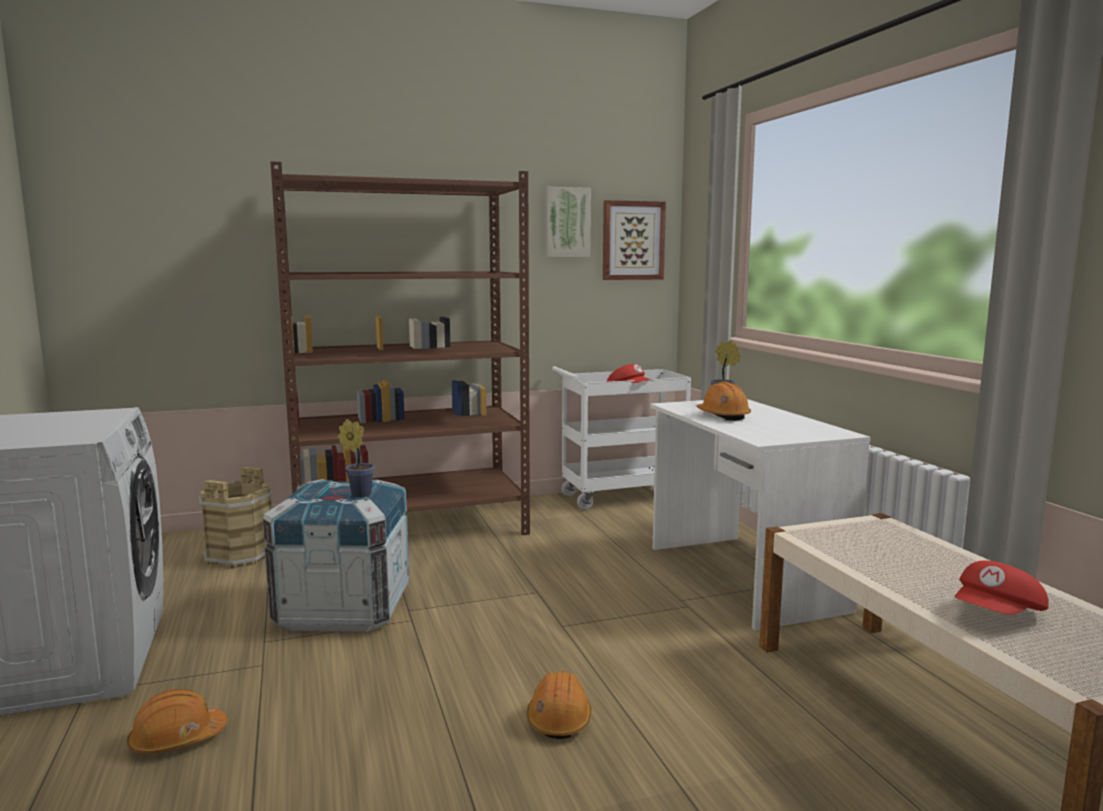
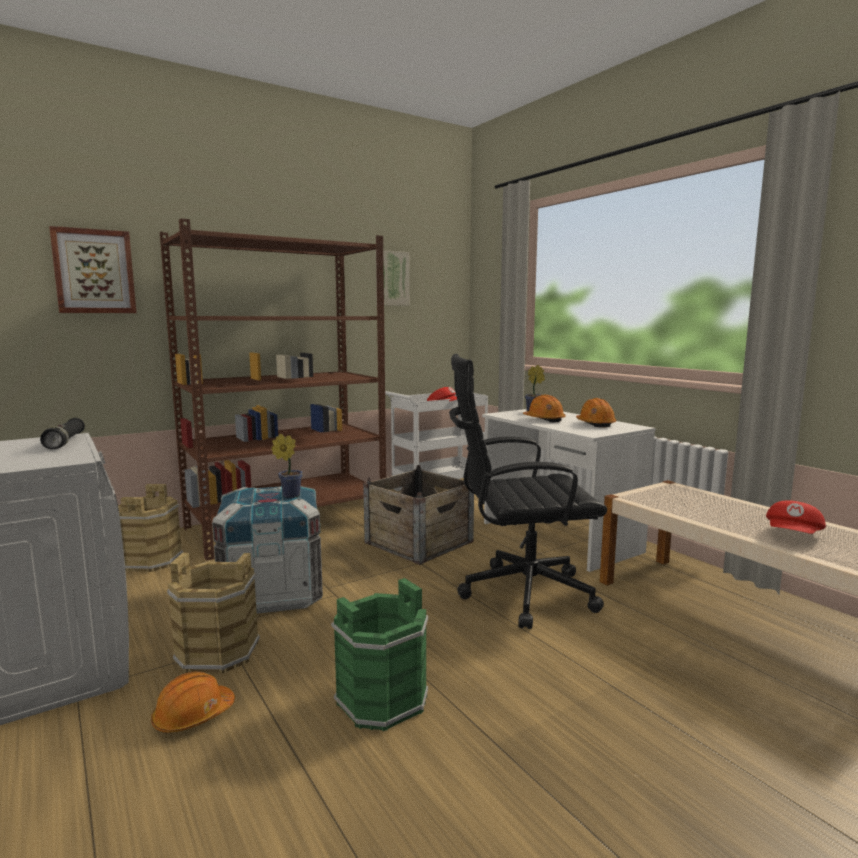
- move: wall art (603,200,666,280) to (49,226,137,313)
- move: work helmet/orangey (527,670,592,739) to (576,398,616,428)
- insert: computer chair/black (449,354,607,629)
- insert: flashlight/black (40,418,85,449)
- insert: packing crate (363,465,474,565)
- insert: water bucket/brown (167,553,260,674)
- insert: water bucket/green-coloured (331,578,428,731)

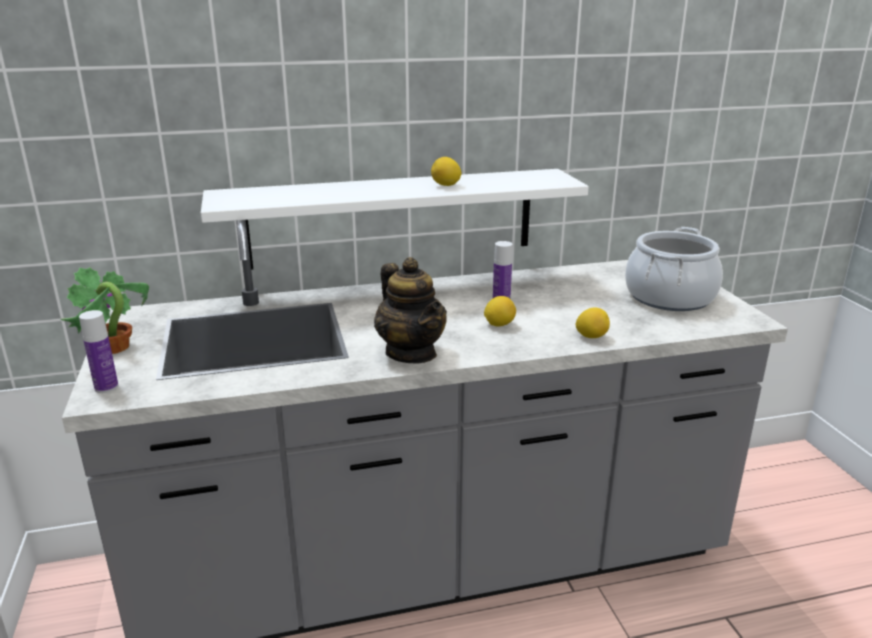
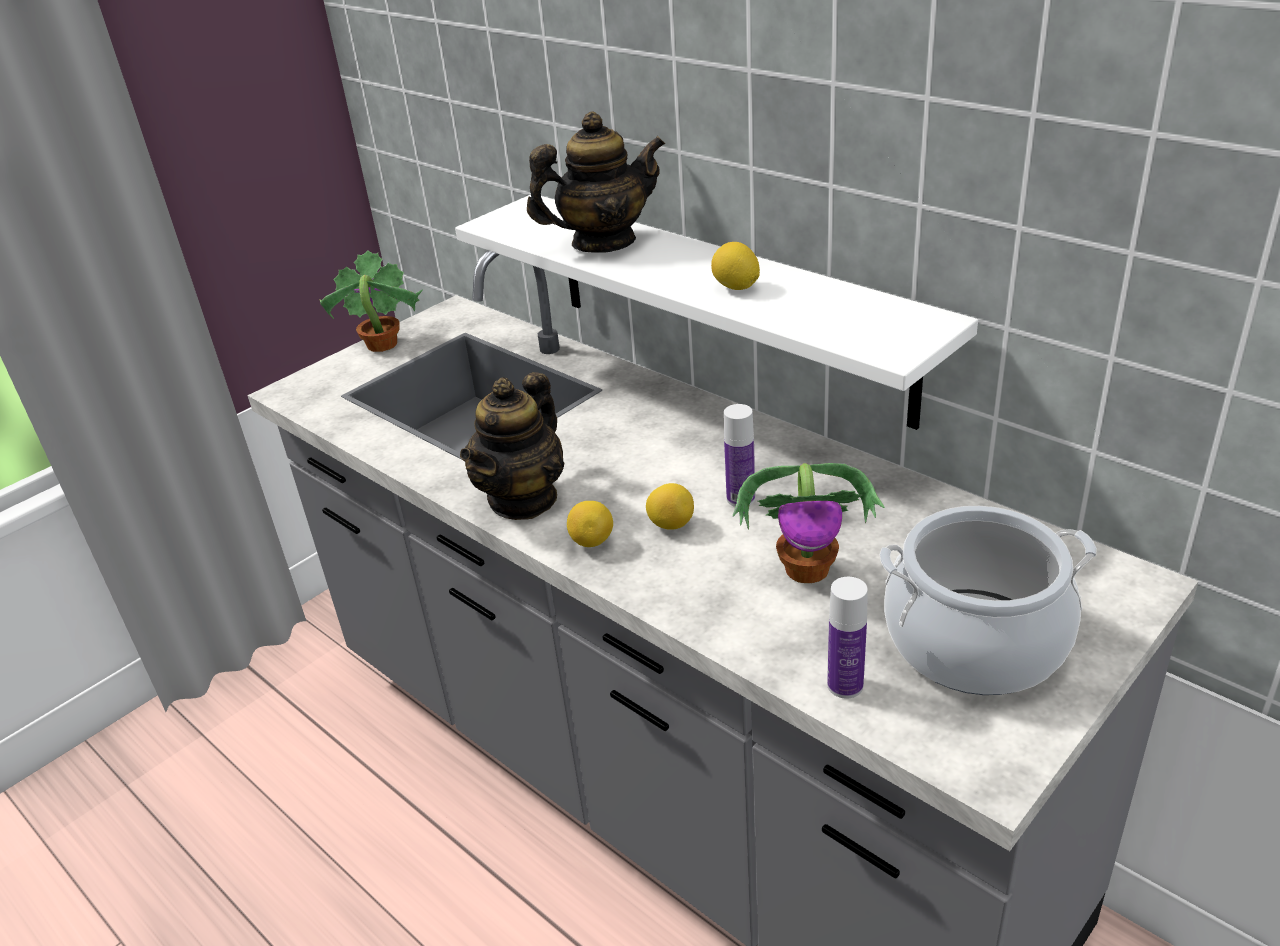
- move: citrus fruit (575,307,610,338) to (567,501,613,547)
- move: beverage bottle (79,310,118,393) to (827,577,868,699)
- insert: teapot (527,111,665,253)
- insert: plant in a pot (733,463,885,583)

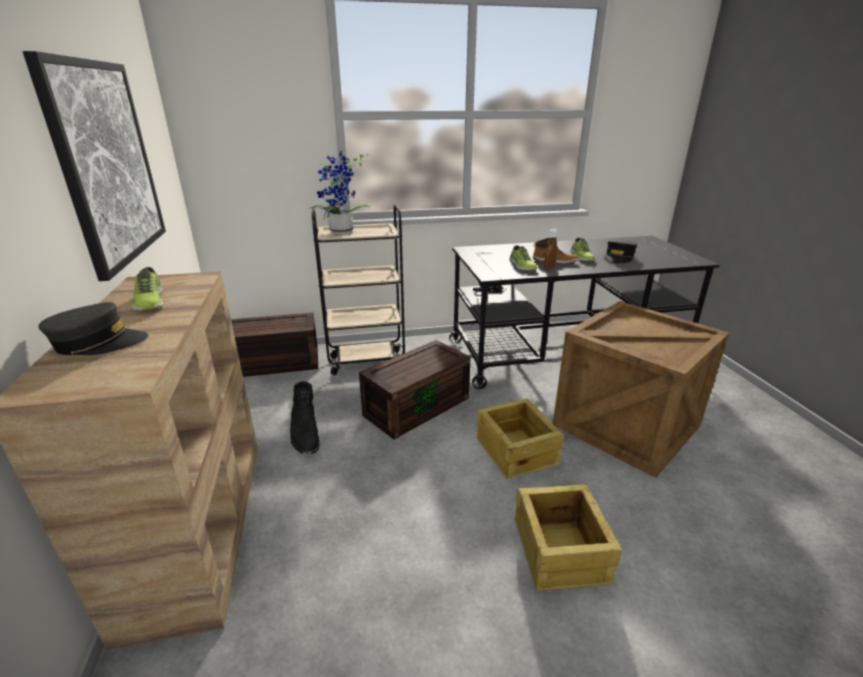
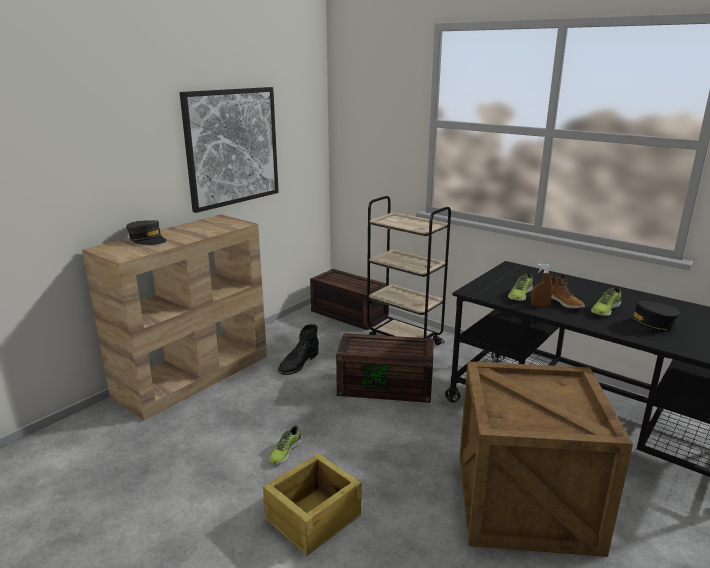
- delete: plant in a pot (309,150,379,234)
- move: low shoe (132,267,164,311) to (269,426,302,464)
- delete: packing crate (477,398,564,479)

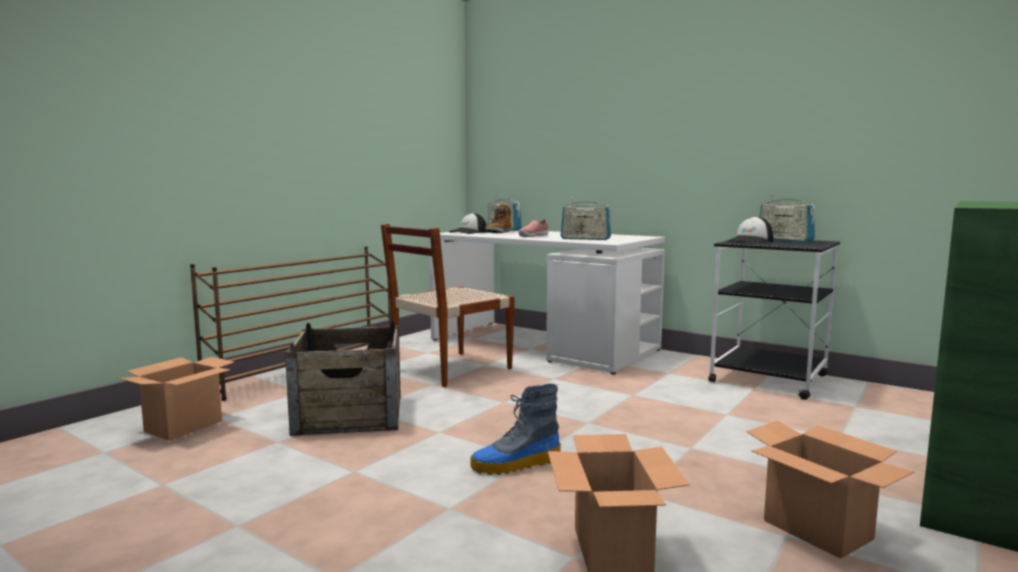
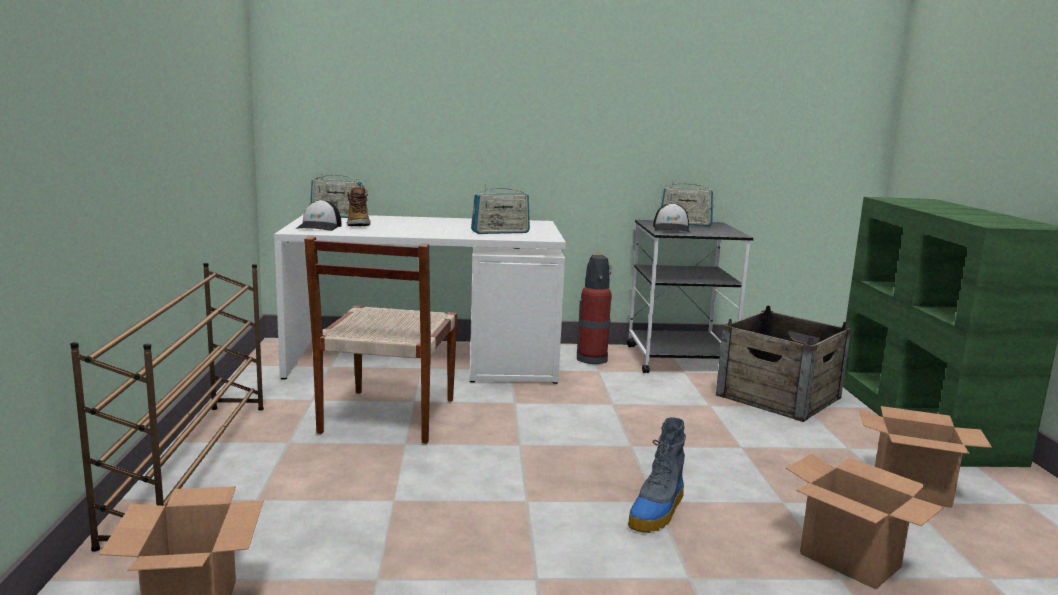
- delete: low shoe/pinkish (519,219,548,237)
- move: packing crate (285,321,401,436) to (716,306,851,422)
- insert: extinguisher (577,254,612,364)

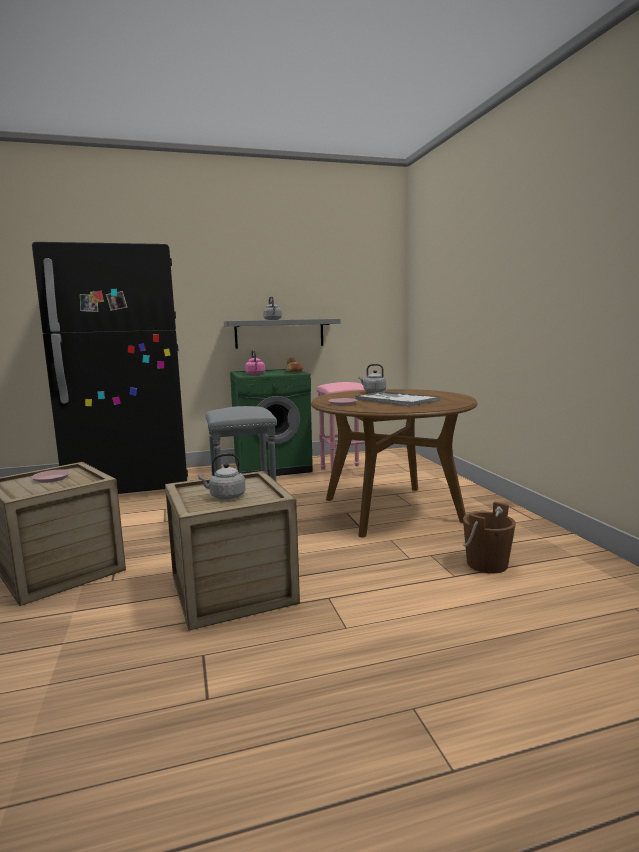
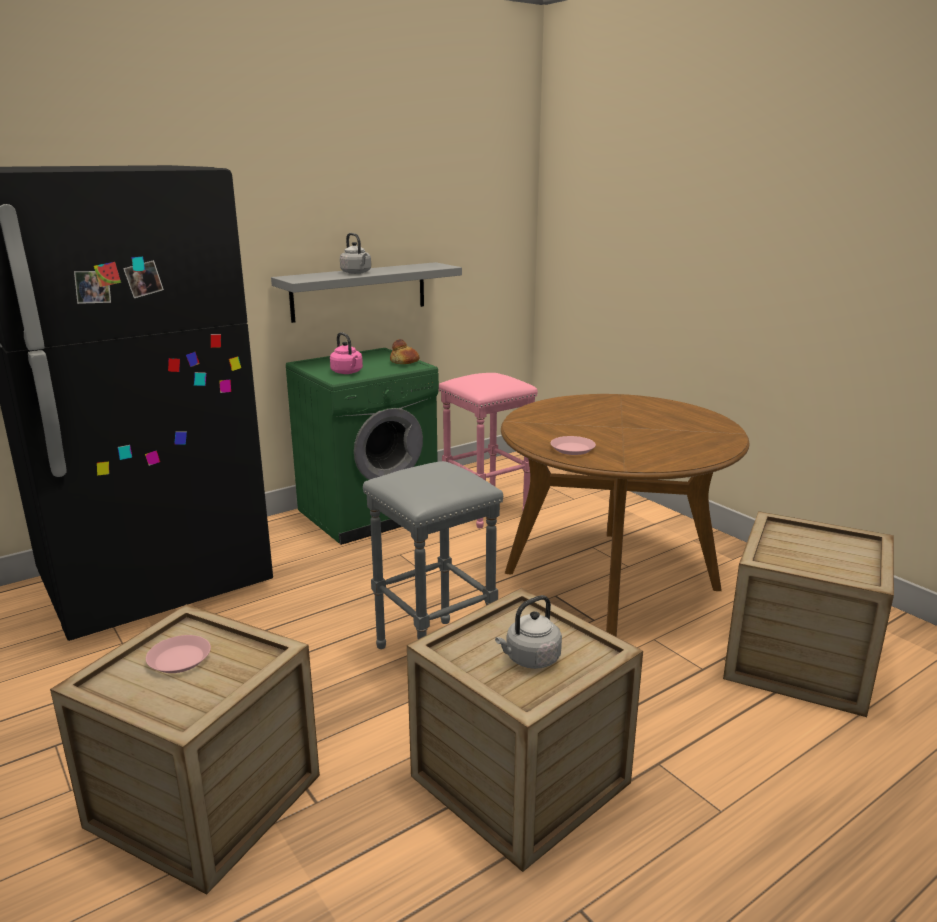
- delete: tea kettle/gray (358,364,386,393)
- delete: serving tray (355,391,440,407)
- replace: water bucket/brown (463,502,516,574) to packing crate (723,511,894,717)

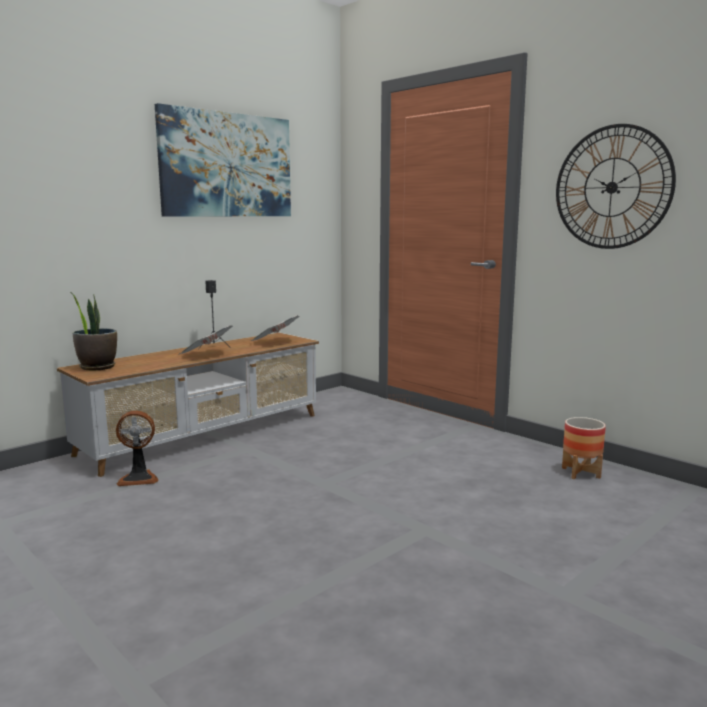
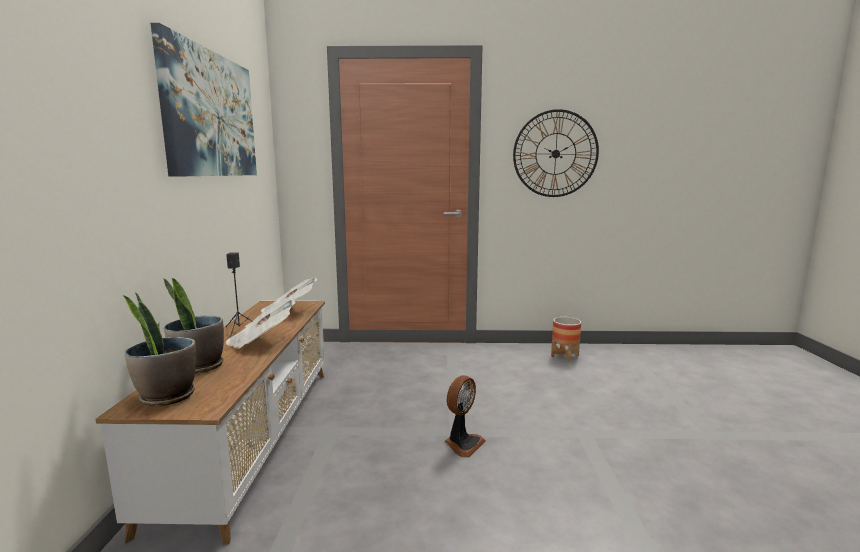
- move: electric fan (116,411,159,486) to (445,375,486,457)
- insert: plant in a pot (164,278,224,374)

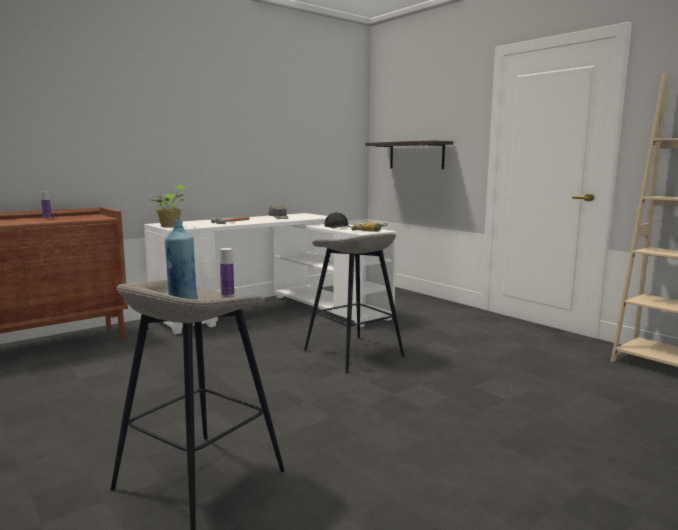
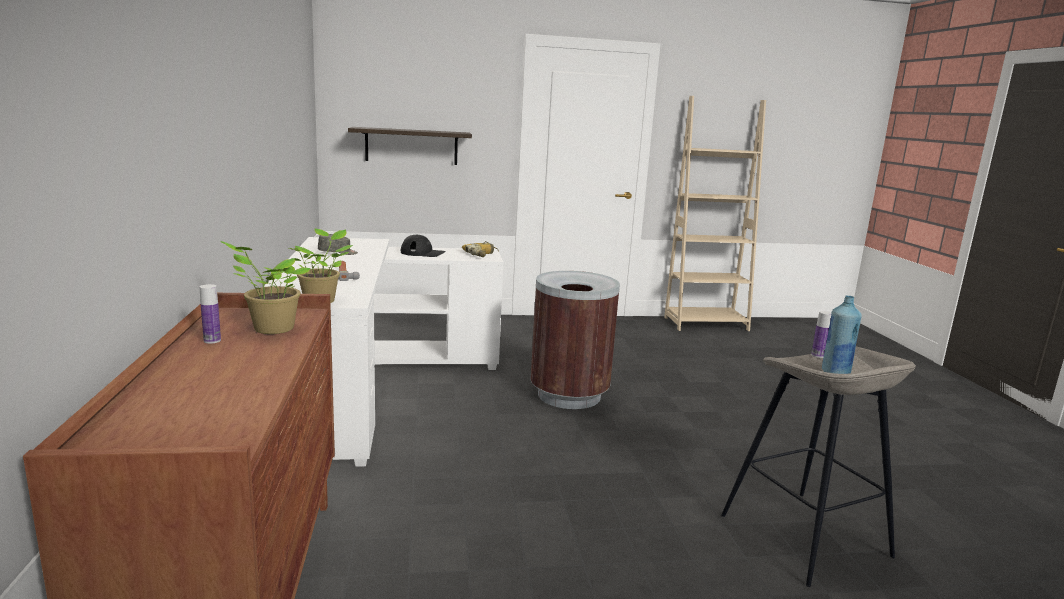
- replace: sitting stool/gray (304,233,404,373) to rubbish bin/brown (530,271,620,409)
- insert: plant in a pot (220,241,311,334)

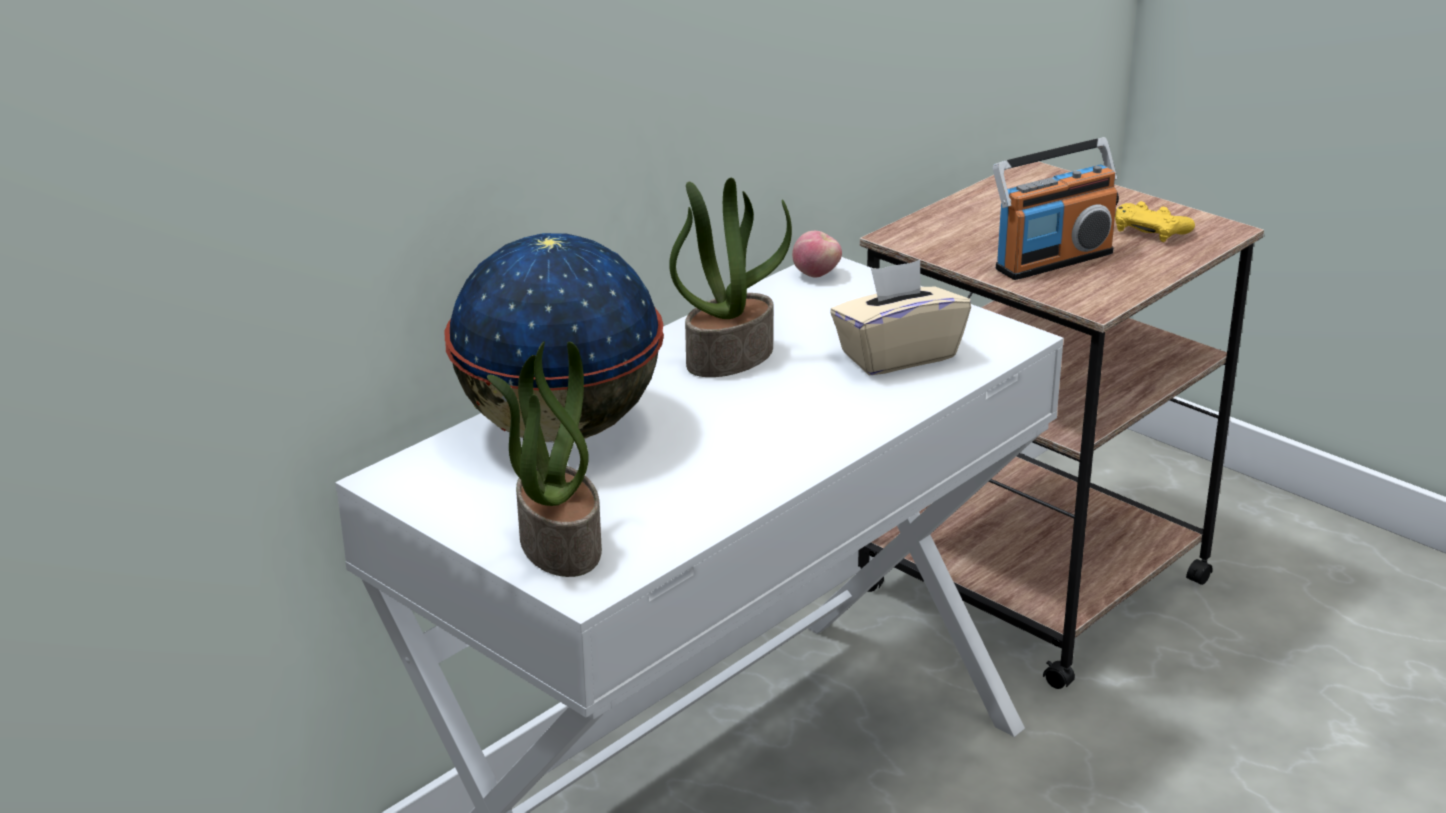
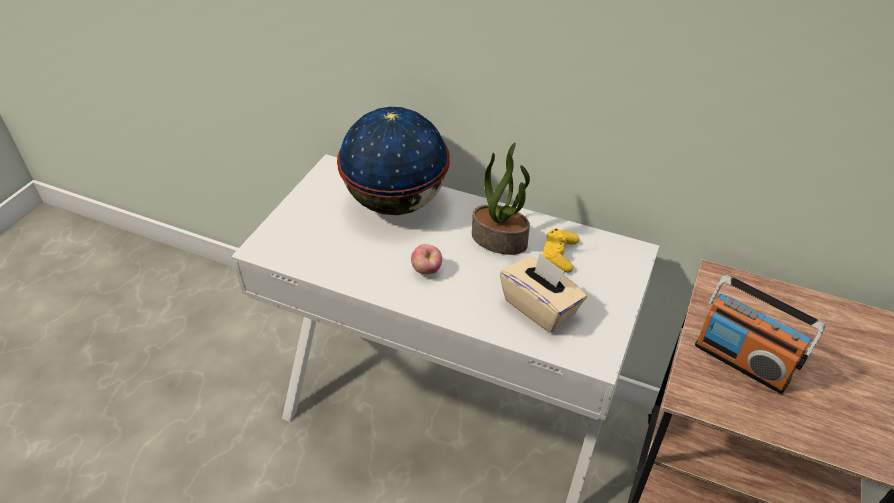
- move: game controller/yellow (1115,201,1195,242) to (542,229,580,273)
- move: apple (792,231,842,278) to (411,244,442,274)
- delete: plant in a pot (487,341,602,577)

